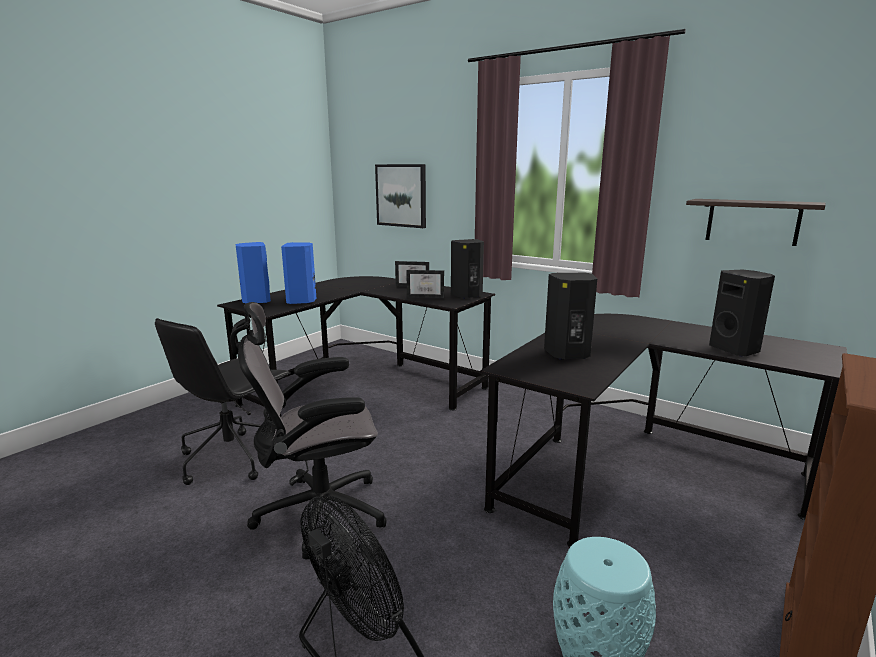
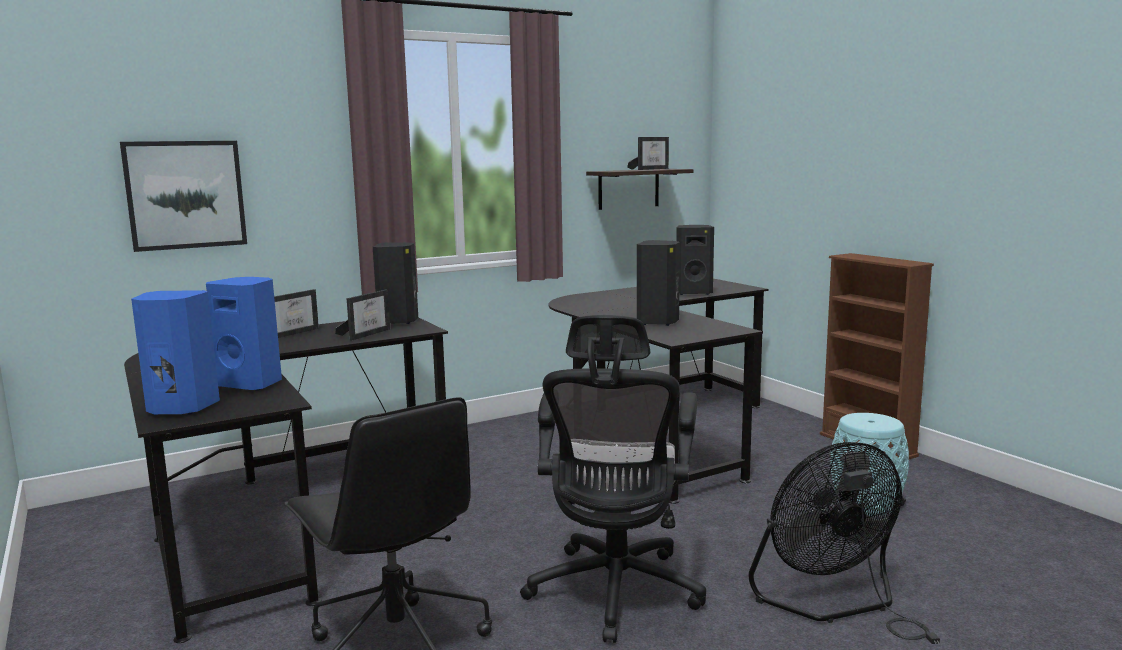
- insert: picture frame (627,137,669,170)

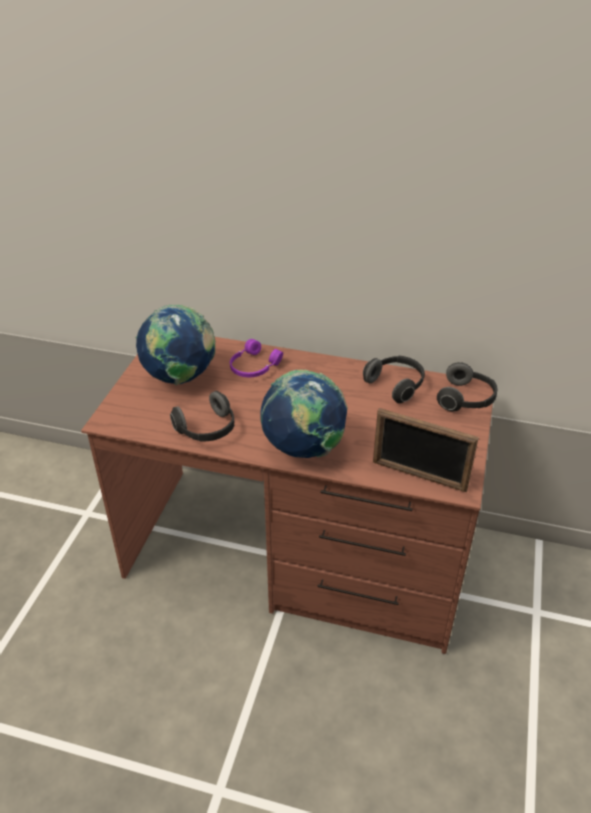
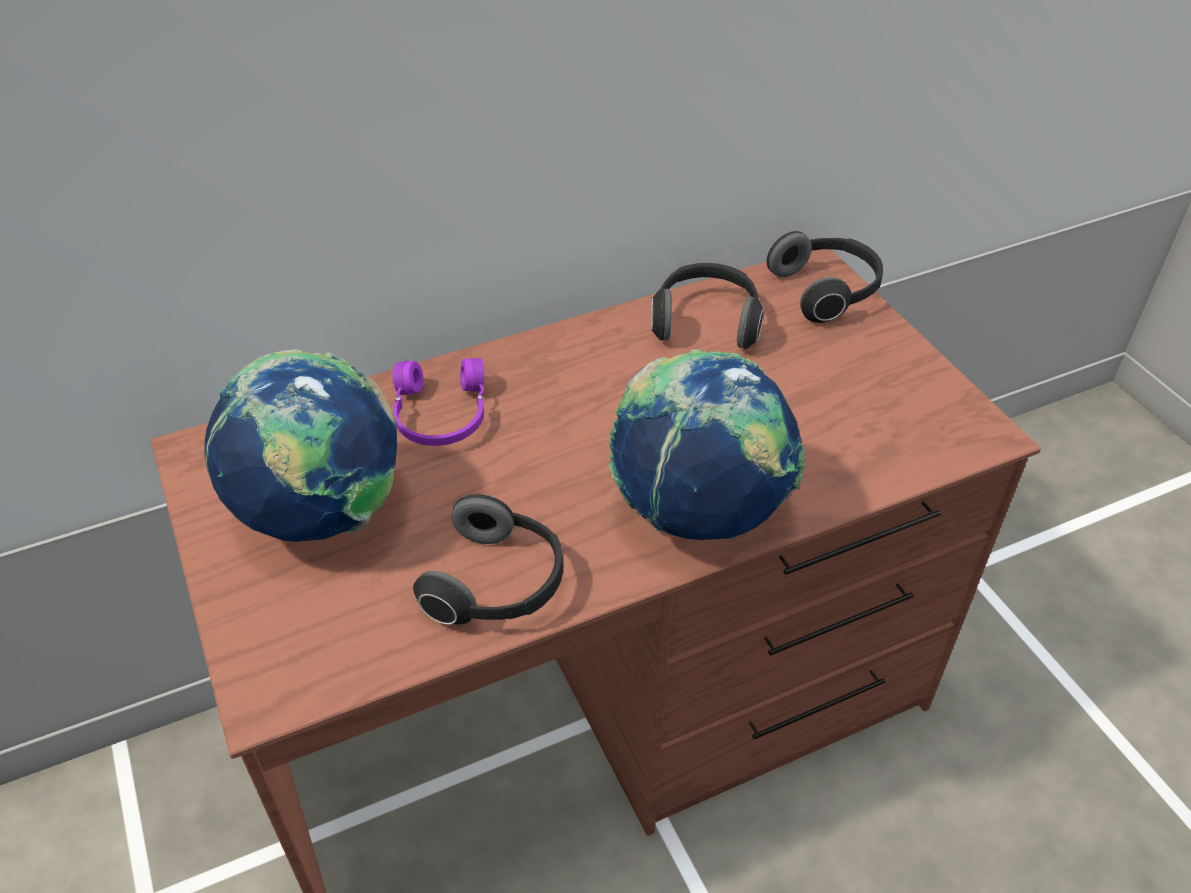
- delete: picture frame (373,408,479,492)

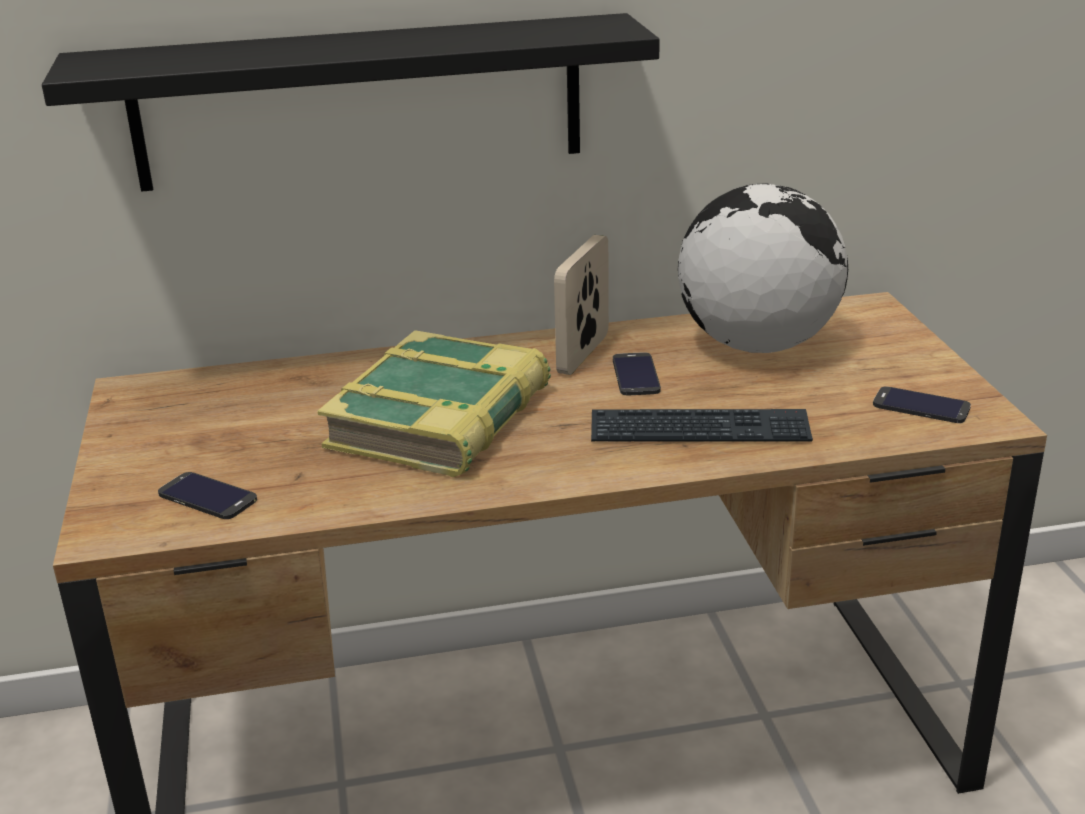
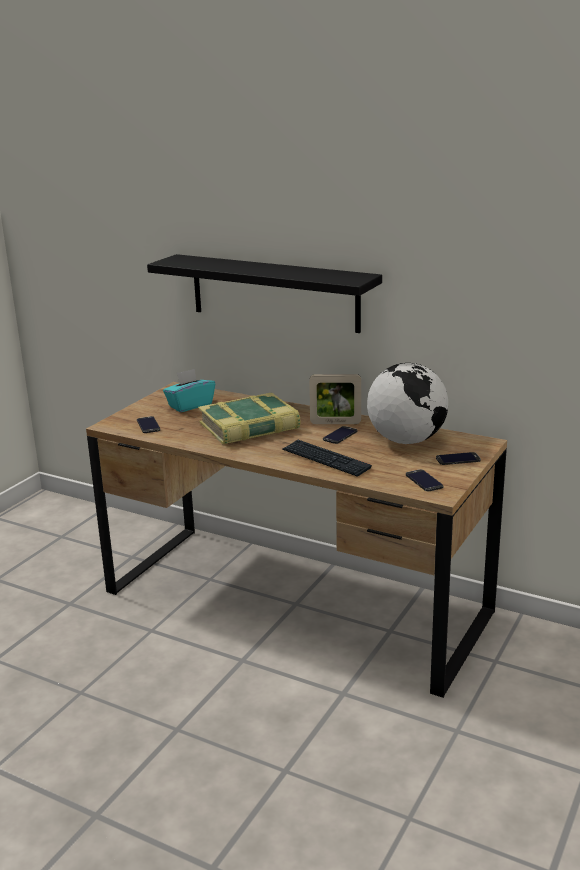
- rotate: picture frame (554,235,609,375) = (309,374,361,424) 150 degrees counterclockwise
- insert: tissue holder/blue-green (163,369,215,412)
- insert: handset (436,452,481,465)

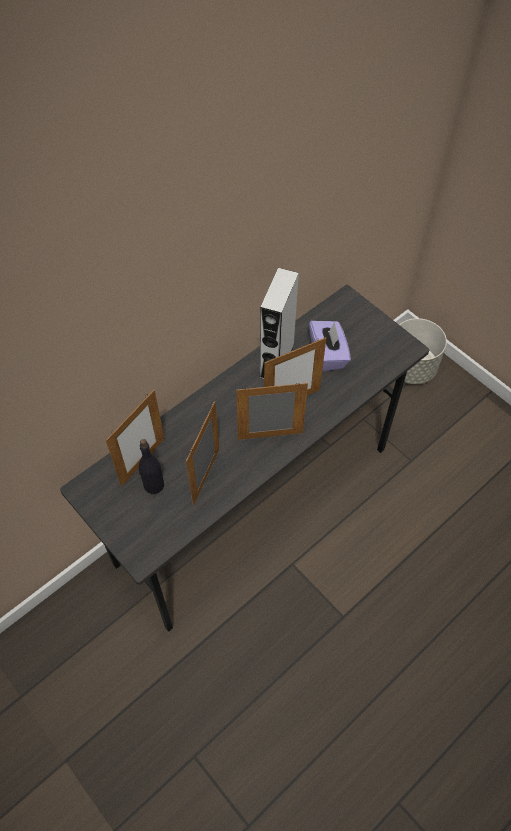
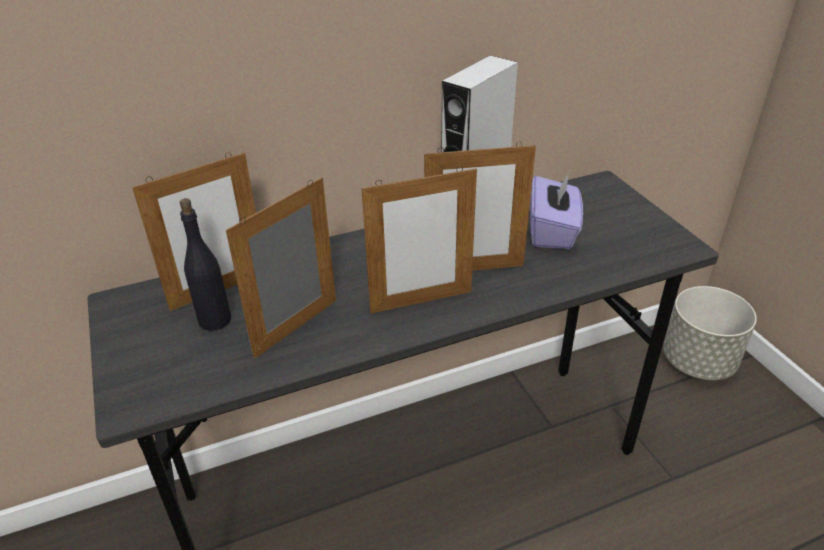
- rotate: picture frame (236,383,308,440) = (362,166,477,313) 150 degrees clockwise

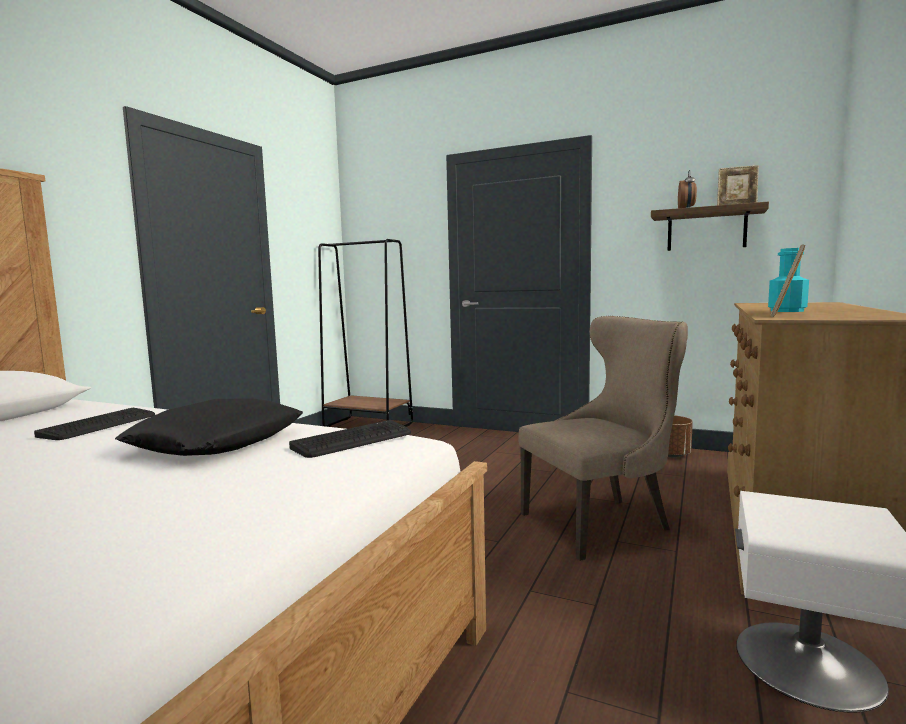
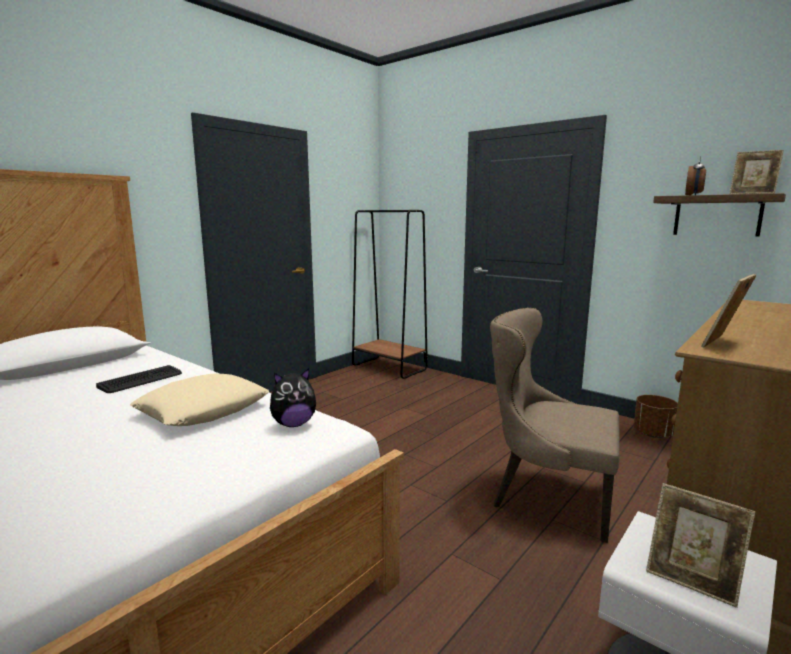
- delete: beverage bottle/blue-green (768,248,809,312)
- rotate: chair/beige-coloured (519,316,688,561) = (490,308,620,543) 150 degrees counterclockwise
- recolor: throw pillow/black (115,398,303,456) to throw pillow/beige-coloured (130,374,269,426)
- replace: PC keyboard (289,420,411,458) to plush toy (270,368,316,427)
- insert: picture frame (646,483,755,608)

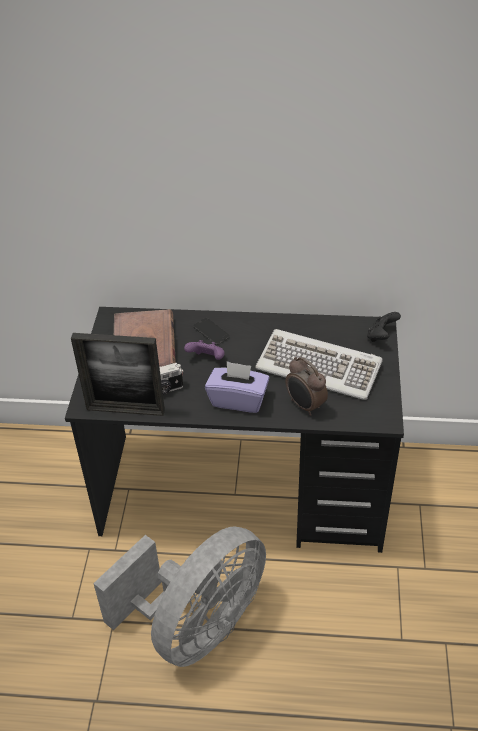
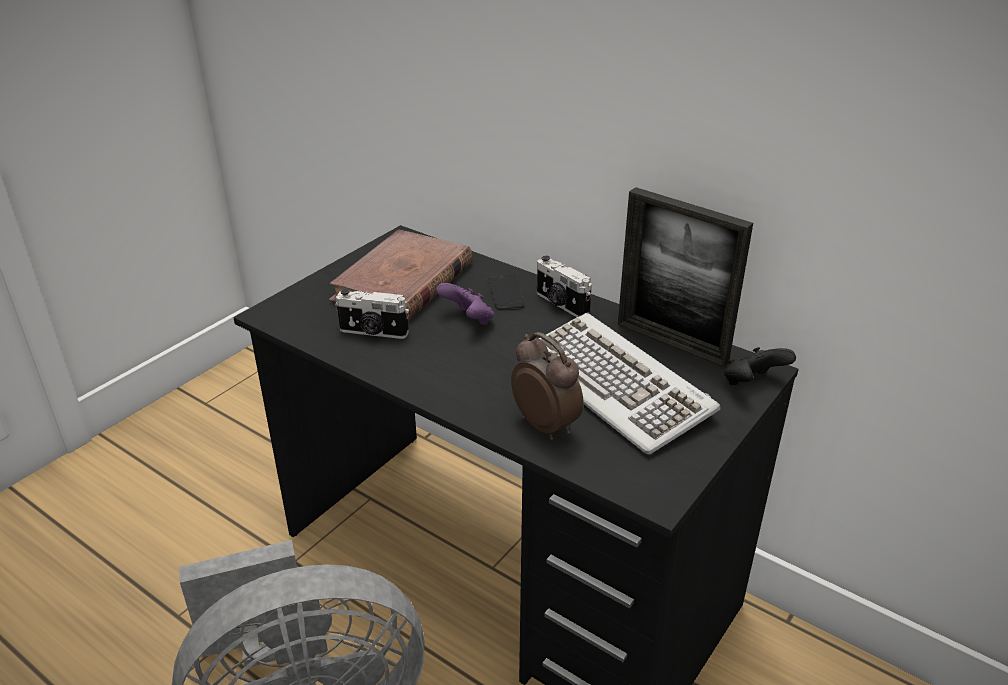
- move: picture frame (71,333,165,416) to (618,187,753,367)
- rotate: bedside clock (286,357,328,416) = (511,332,583,440) 150 degrees clockwise
- delete: tissue holder/purple (205,361,270,413)
- insert: still camera (537,255,592,317)

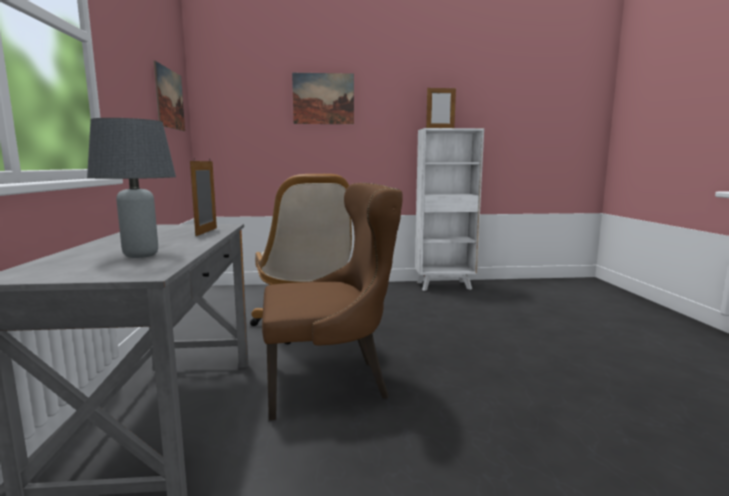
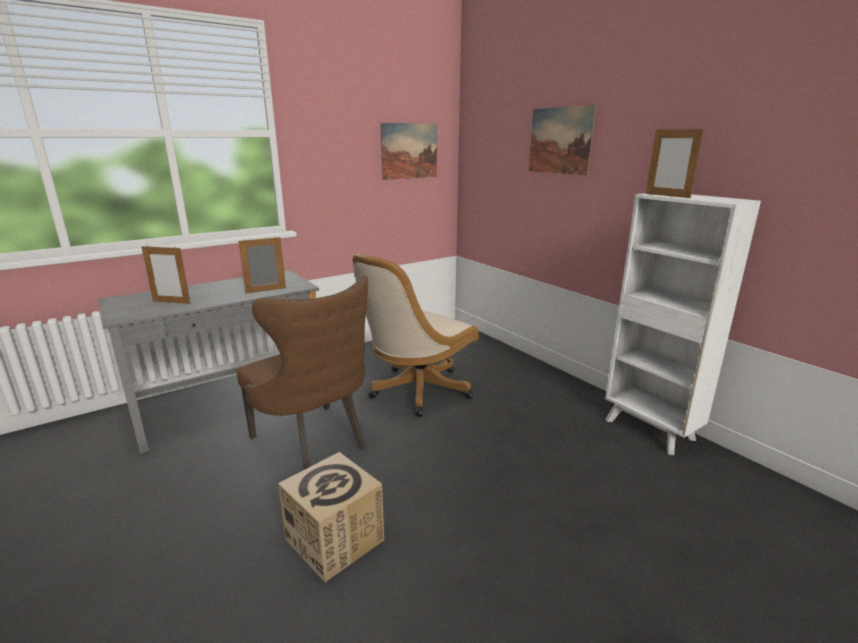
- replace: table lamp/gray (87,118,176,258) to picture frame (141,246,191,304)
- insert: packing box (278,452,384,582)

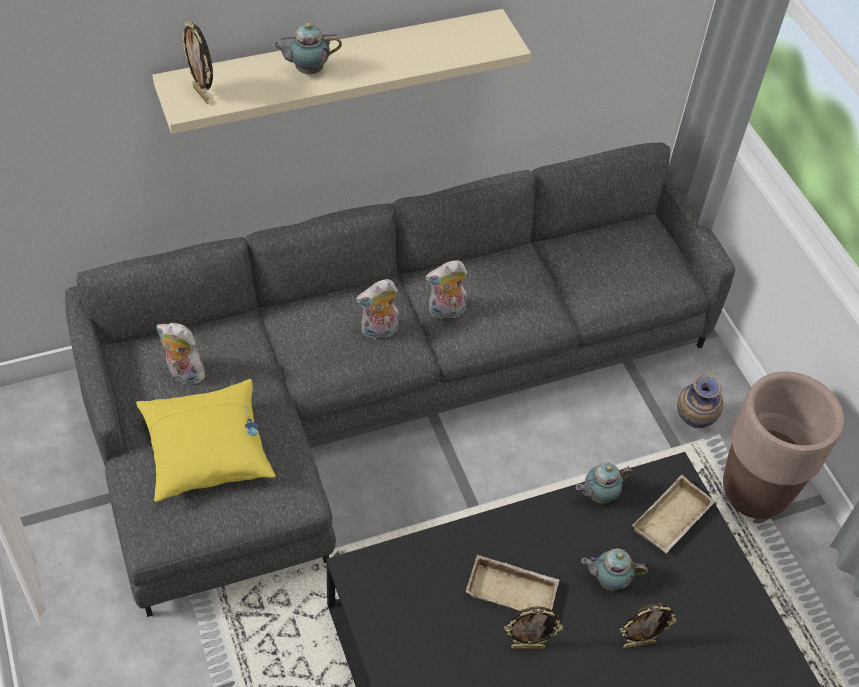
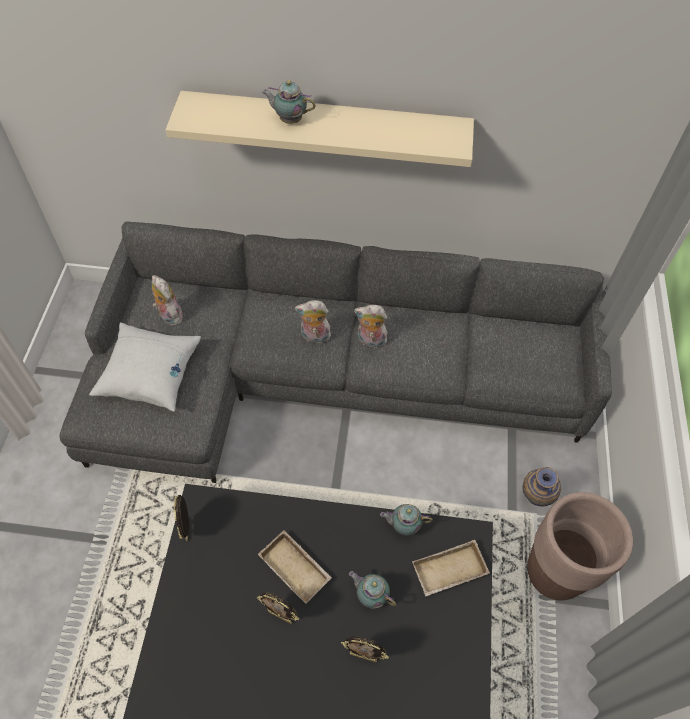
- move: picture frame (181,22,213,104) to (174,495,189,541)
- recolor: throw pillow/yellow (136,379,276,502) to throw pillow/gray (89,322,201,412)

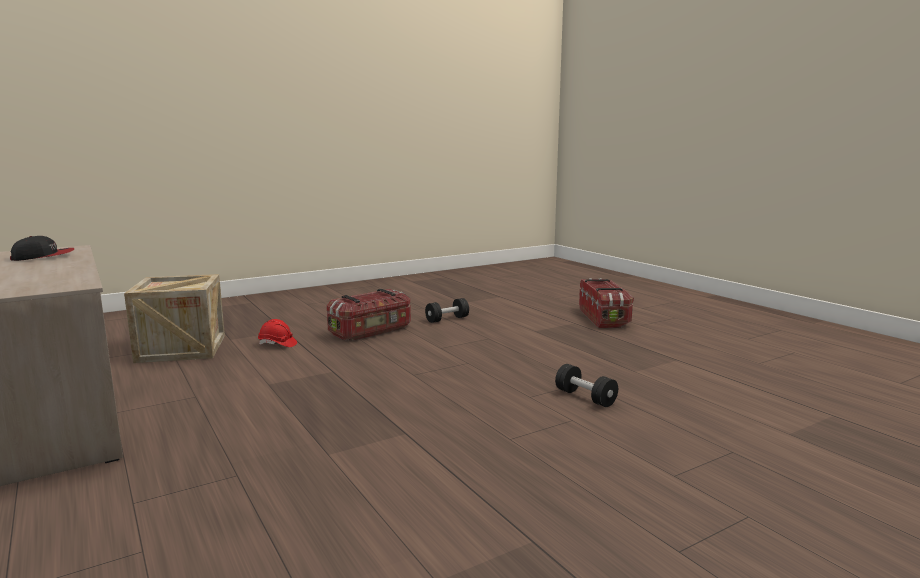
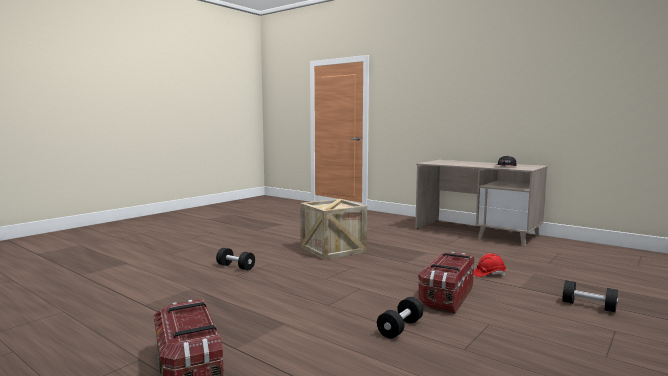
- move: packing crate (124,274,225,363) to (300,199,367,260)
- insert: free weight/black (563,280,618,312)

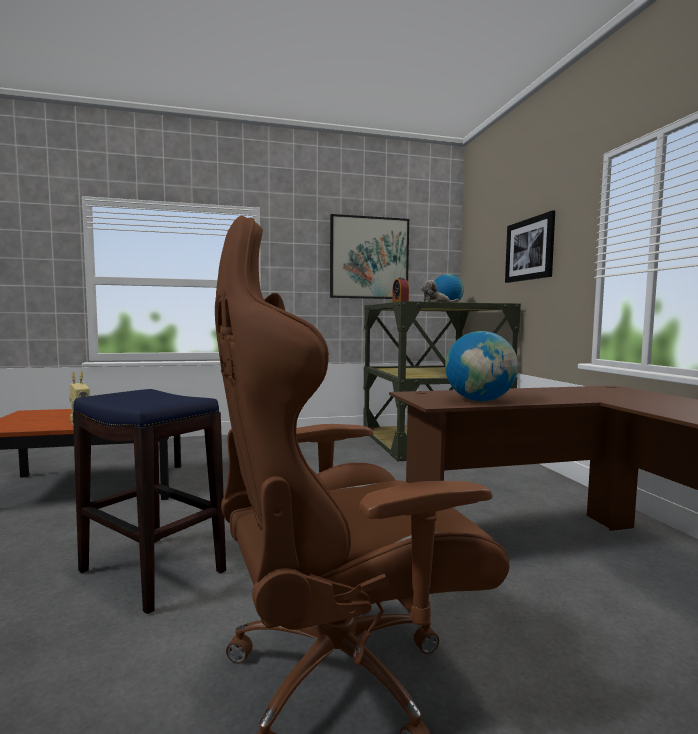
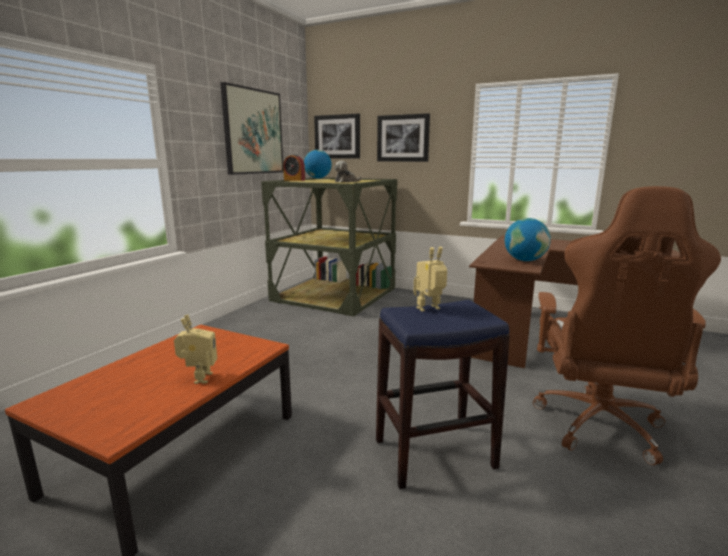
- insert: wall art (314,114,360,158)
- insert: robot figure (414,247,447,312)

